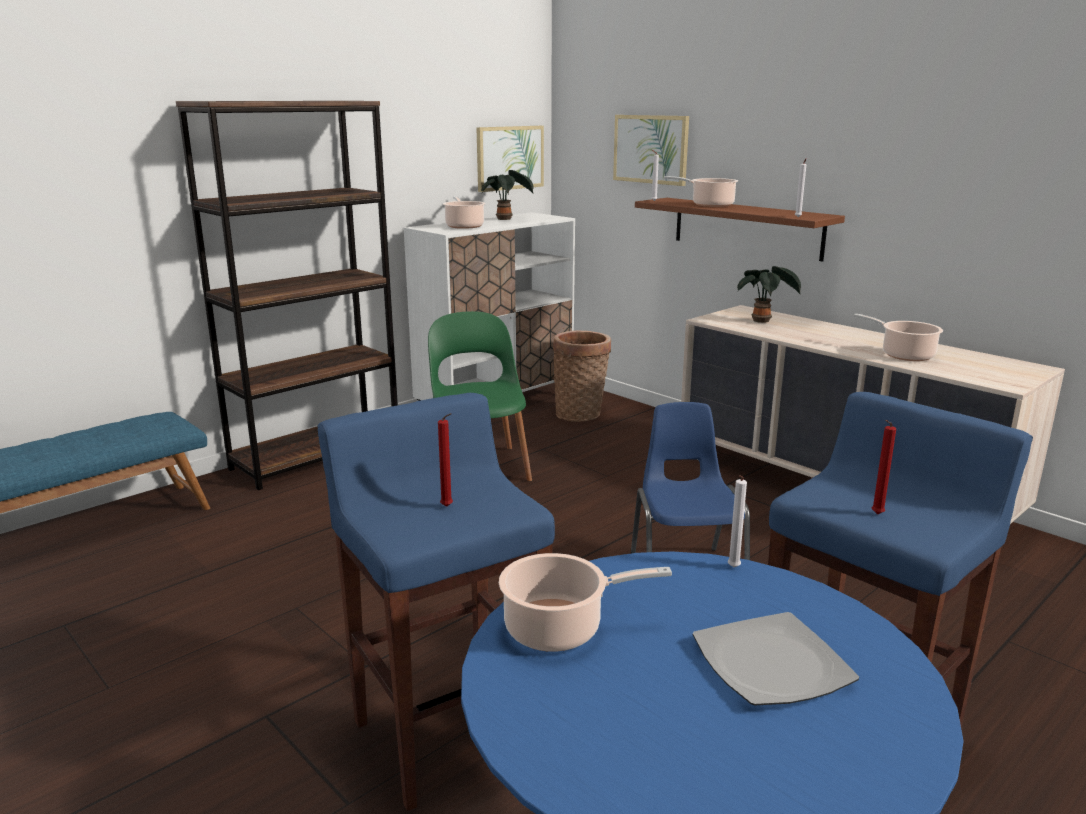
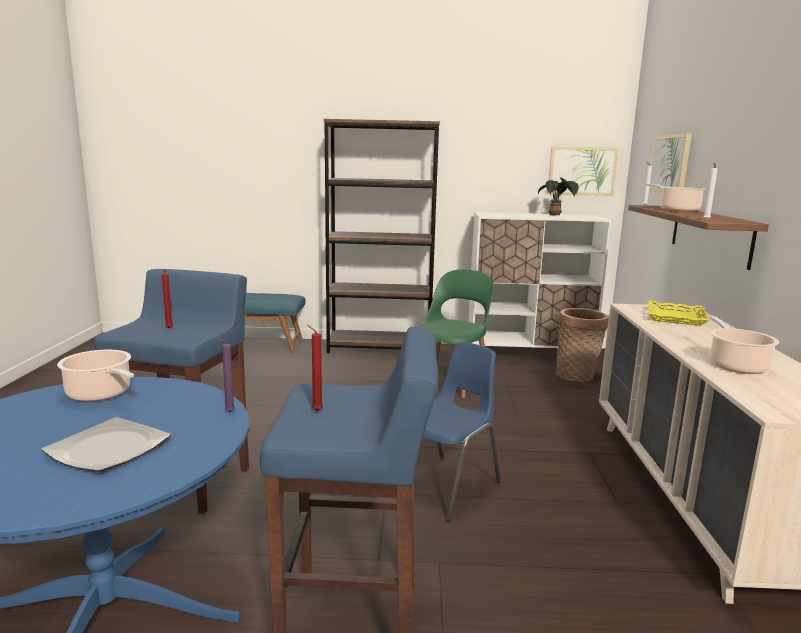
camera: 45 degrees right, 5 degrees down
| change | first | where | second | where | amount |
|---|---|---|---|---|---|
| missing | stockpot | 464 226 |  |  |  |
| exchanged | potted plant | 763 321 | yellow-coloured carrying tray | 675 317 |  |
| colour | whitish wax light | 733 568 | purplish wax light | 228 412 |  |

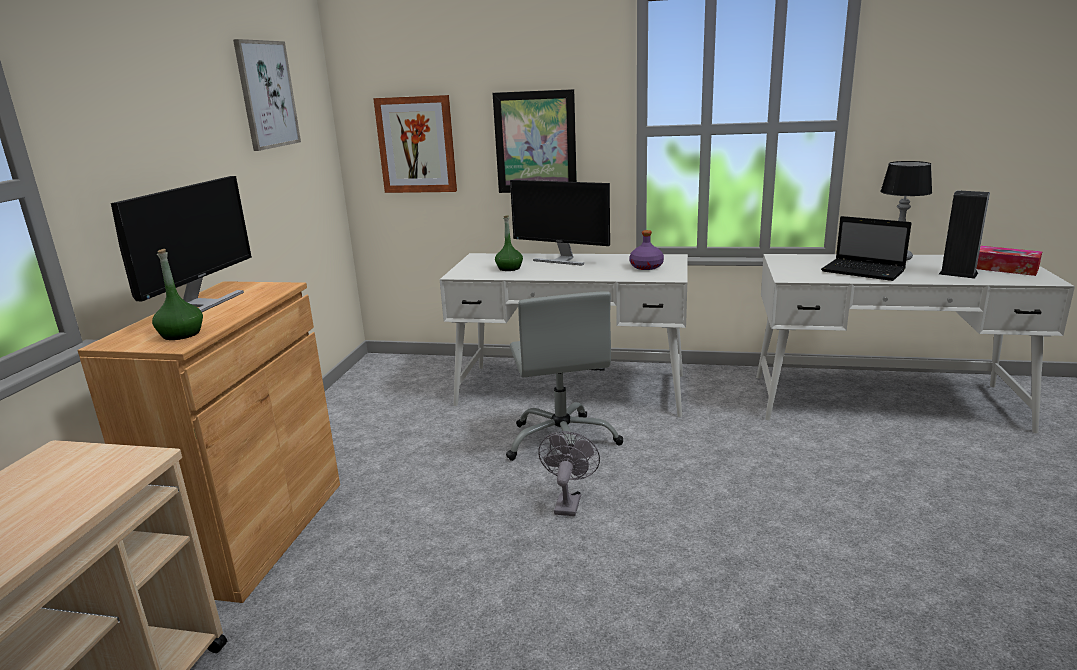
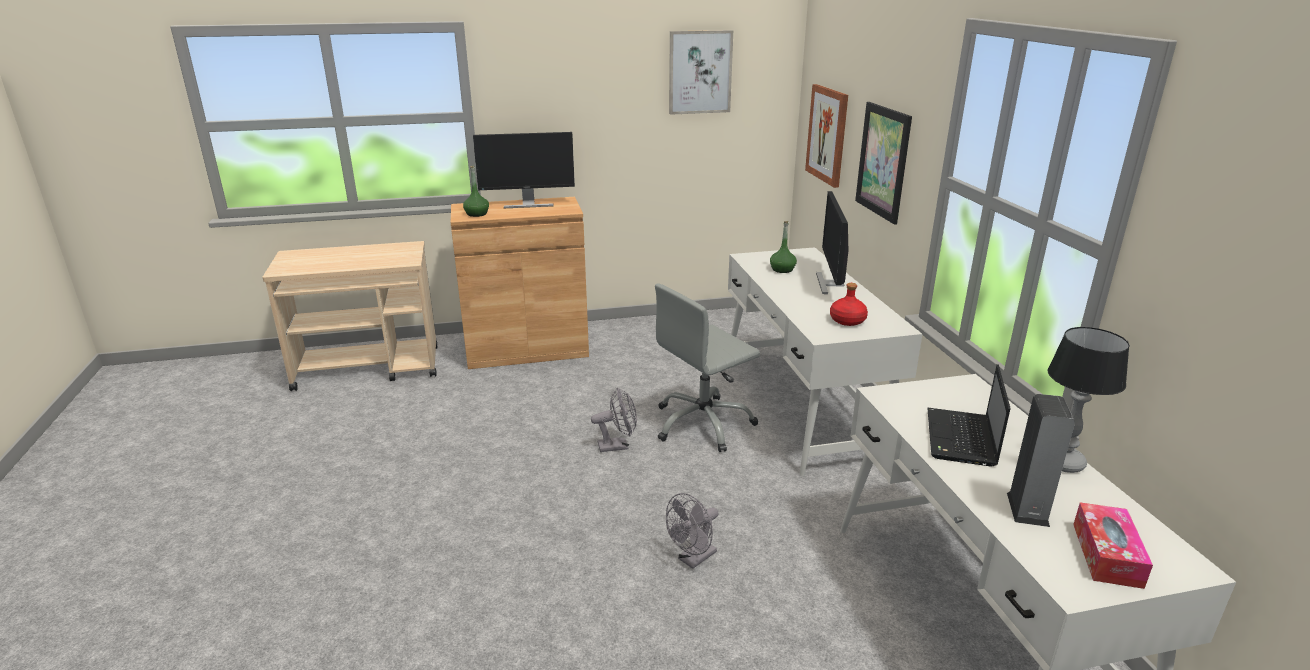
camera: 65 degrees right, 5 degrees up
| change | first | where | second | where | amount |
|---|---|---|---|---|---|
| appeared |  |  | greyish fan | 693 559 |  |
| colour | purplish drink bottle | 646 267 | red drink bottle | 847 320 |  |

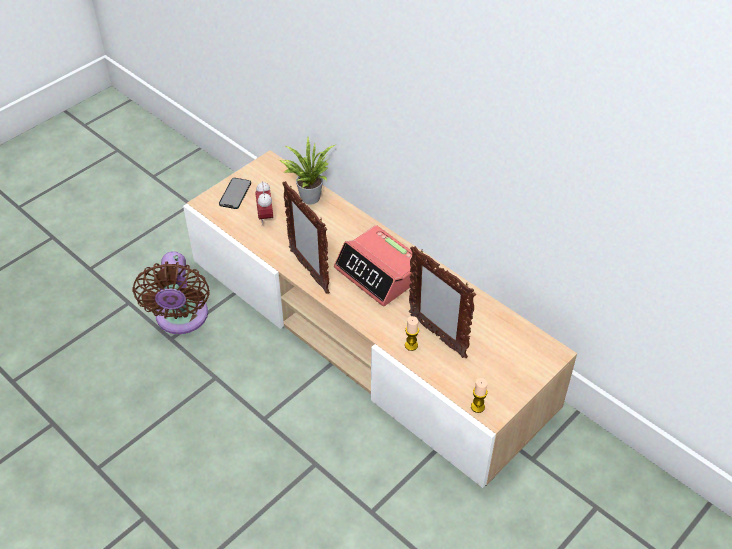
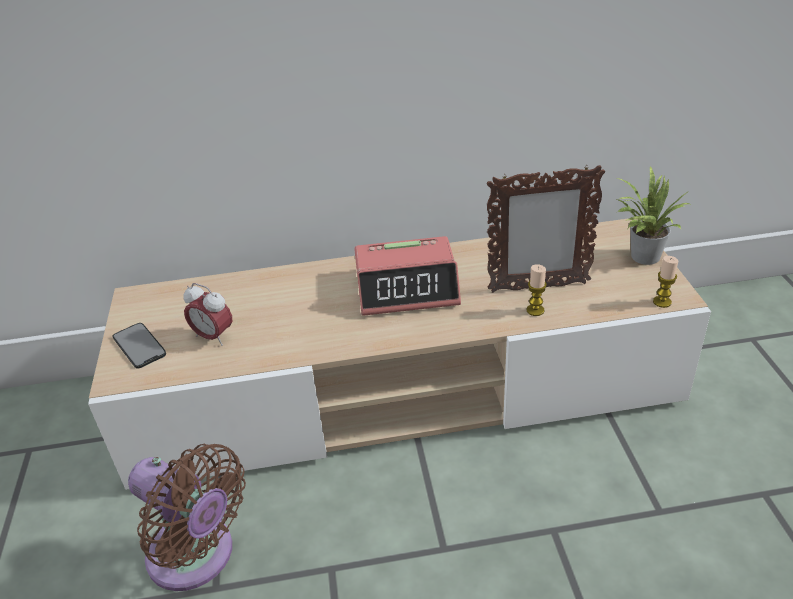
camera: 50 degrees left, 10 degrees down
| change | first | where | second | where | amount |
|---|---|---|---|---|---|
| missing | photo frame | 309 271 |  |  |  |
| relocated | potted plant | 308 196 |  | 641 257 |  |

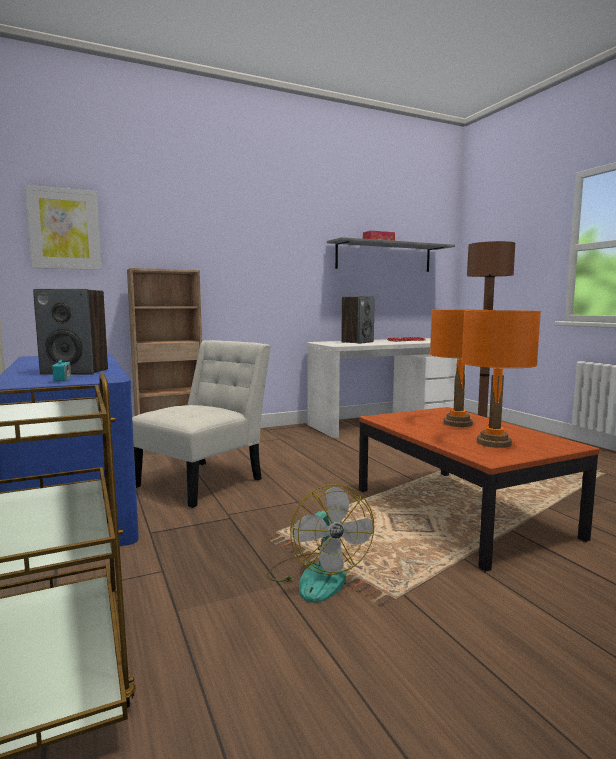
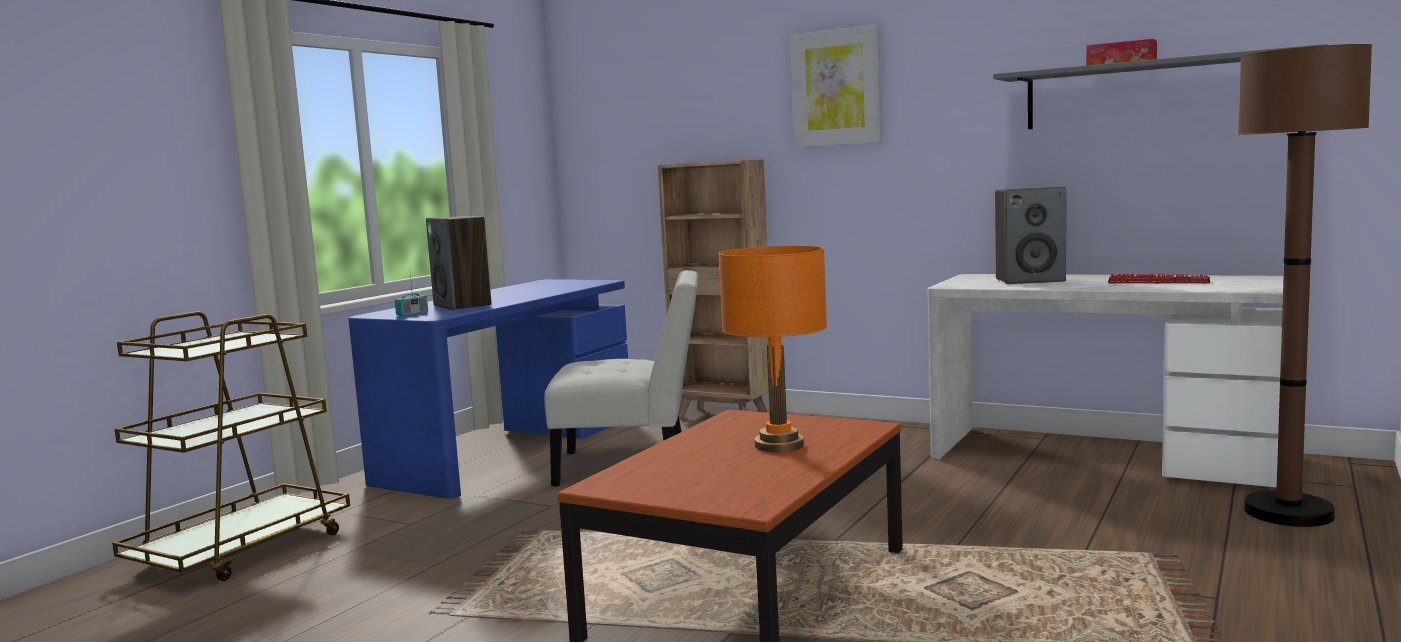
camera: 55 degrees right, 0 degrees up
| change | first | where | second | where | amount |
|---|---|---|---|---|---|
| missing | fan | 317 576 |  |  |  |
| missing | orange-coloured lamp for a table | 494 443 |  |  |  |
| relocated | wall art | 64 229 |  | 836 88 |  |

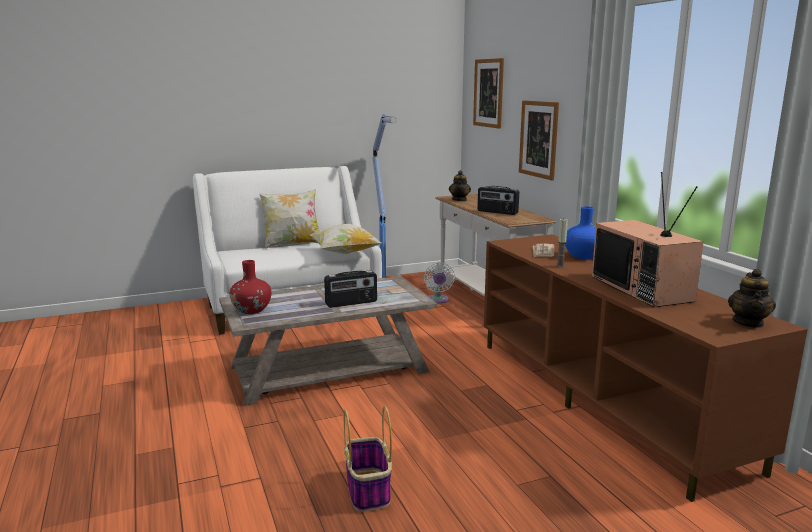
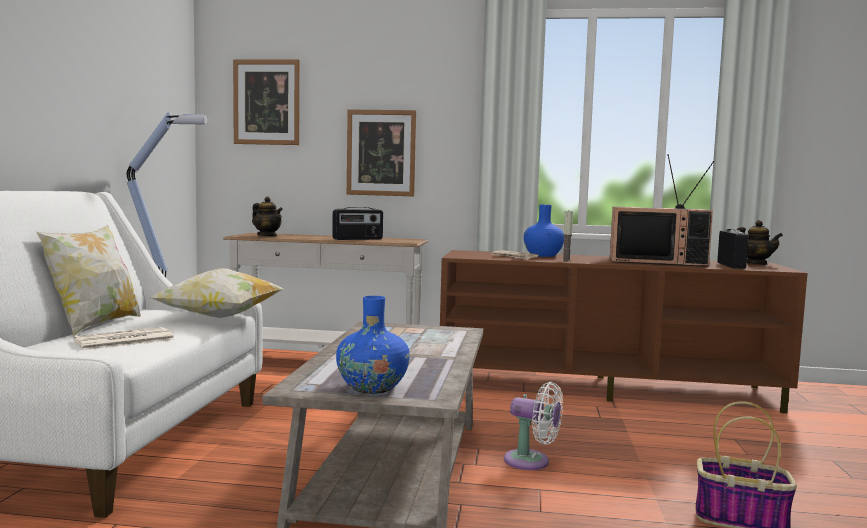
camera: 60 degrees left, 10 degrees down
| change | first | where | second | where | amount |
|---|---|---|---|---|---|
| appeared |  |  | daily paper | 123 340 |  |
| relocated | radio receiver | 351 303 |  | 731 265 |  |
| relocated | whitish fan | 438 300 |  | 531 462 |  |
| colour | red decorative vase | 252 310 | blue decorative vase | 372 387 |  |

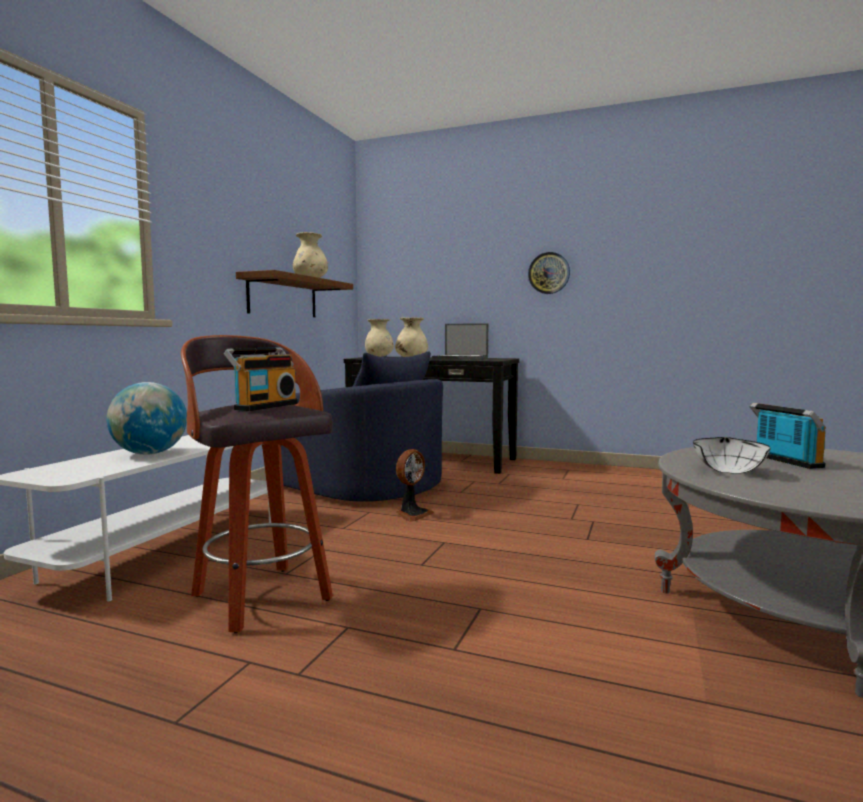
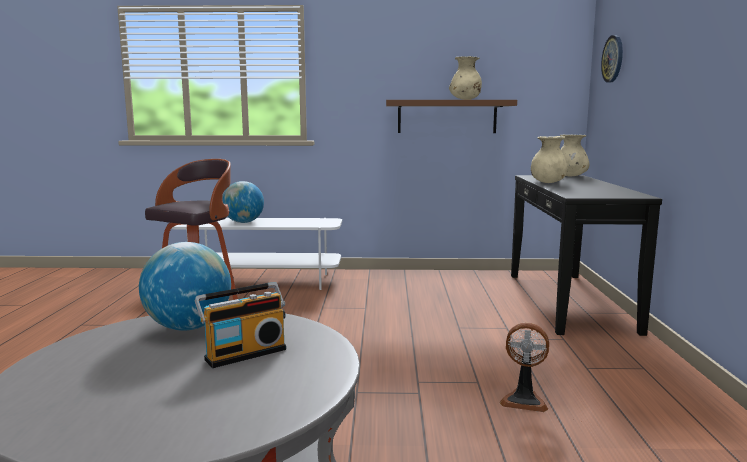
camera: 70 degrees right, 5 degrees up
| change | first | where | second | where | amount |
|---|---|---|---|---|---|
| missing | radio receiver | 264 406 |  |  |  |
| missing | blue lounge chair | 365 485 |  |  |  |
| missing | portable computer | 461 358 |  |  |  |
| relocated | fan | 412 514 |  | 524 400 |  |
| relocated | wall clock | 549 273 |  | 613 59 |  |
| exchanged | whitish bowl | 726 471 | globe | 188 327 |  |

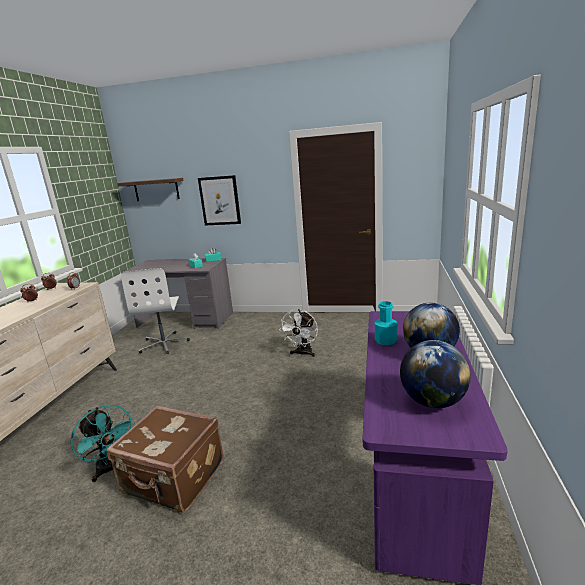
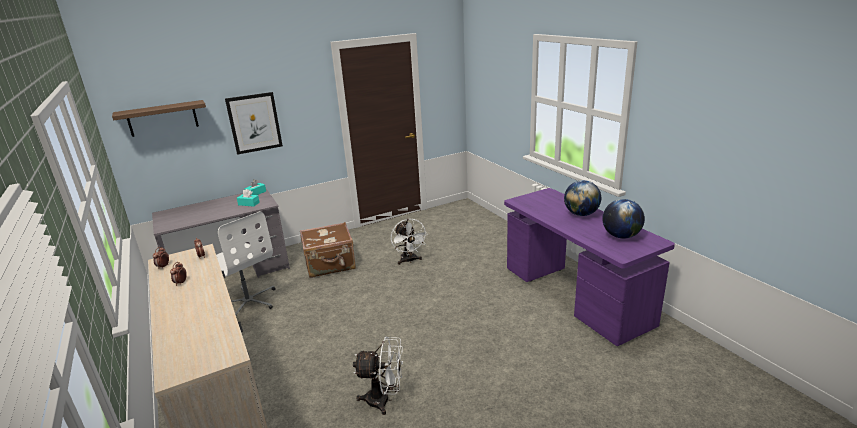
camera: 40 degrees left, 5 degrees up
| change | first | where | second | where | amount |
|---|---|---|---|---|---|
| missing | blue-green drink bottle | 385 341 |  |  |  |
| relocated | brown piece of luggage | 173 479 |  | 330 265 |  |
| colour | blue-green fan | 111 469 | whitish fan | 384 400 |  |

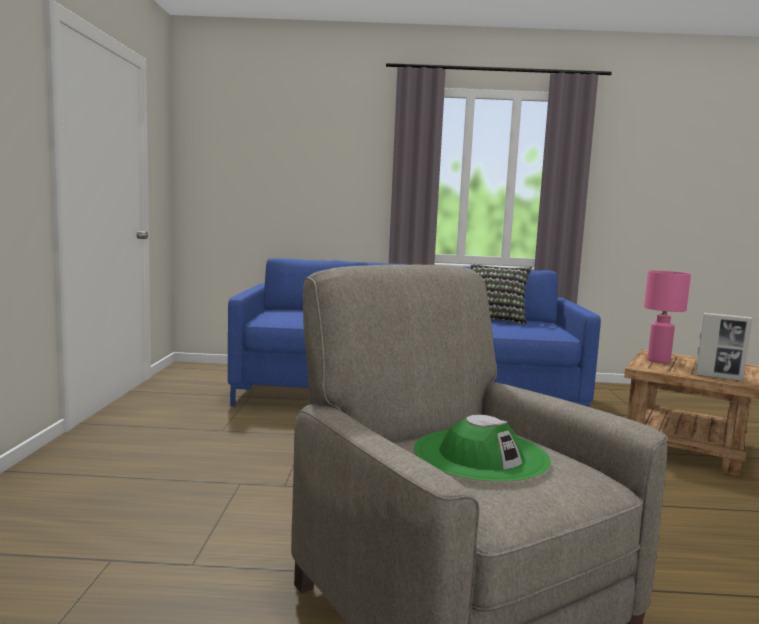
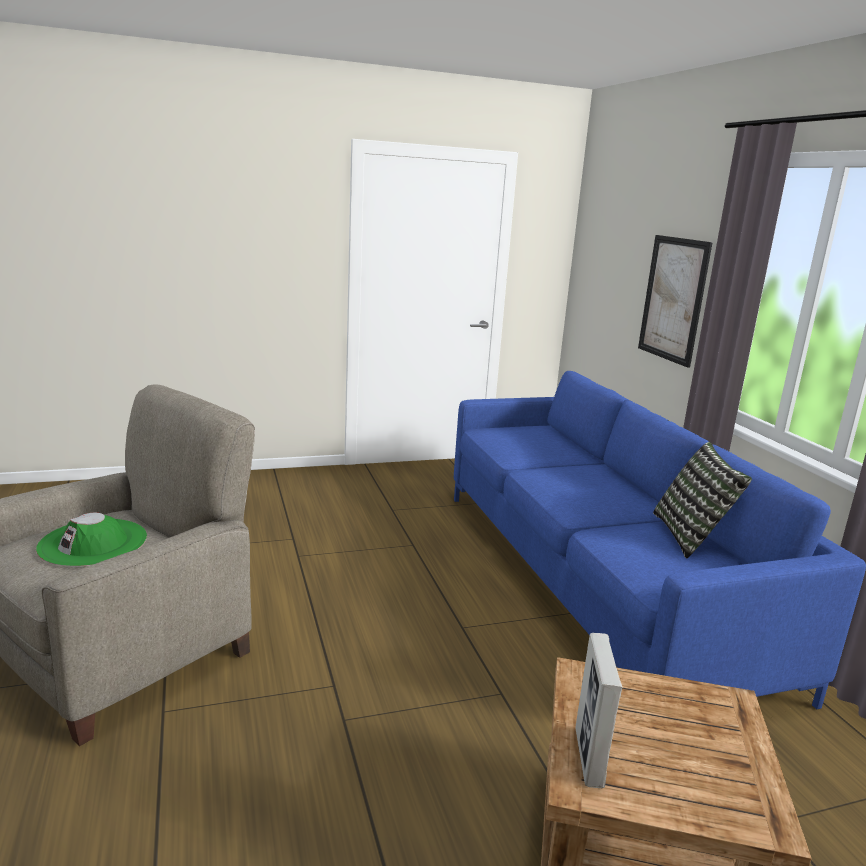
camera: 70 degrees right, 10 degrees up
| change | first | where | second | where | amount |
|---|---|---|---|---|---|
| missing | pinkish lamp for a table | 658 361 |  |  |  |
| appeared |  |  | wall art | 673 299 |  |

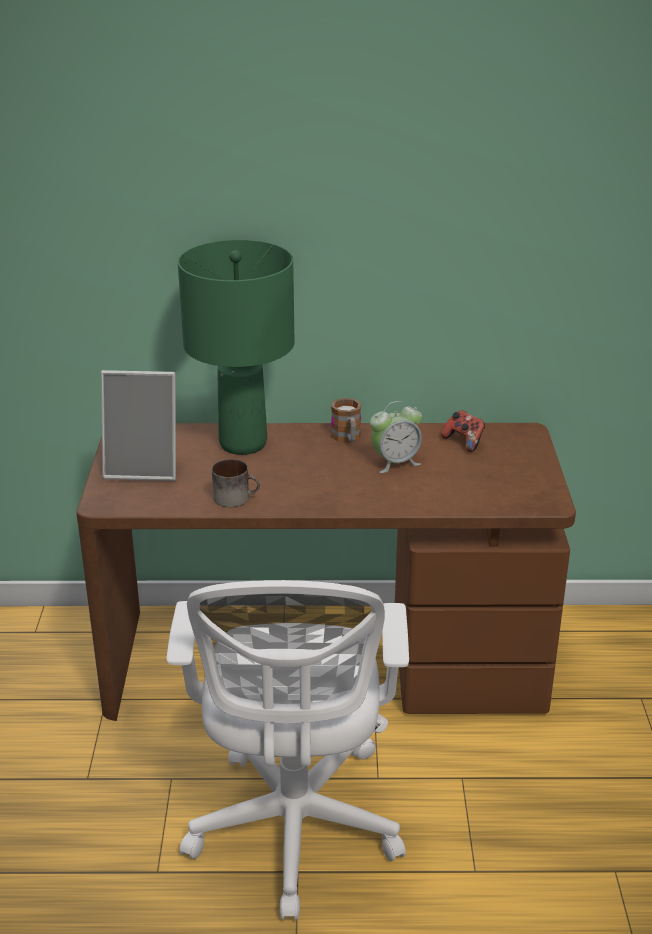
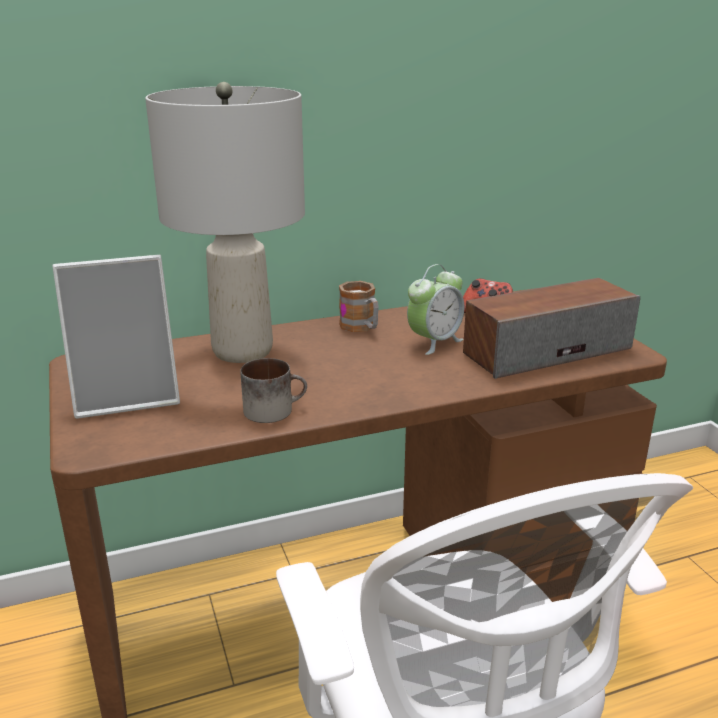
camera: 20 degrees left, 5 degrees down
| change | first | where | second | where | amount |
|---|---|---|---|---|---|
| appeared |  |  | audio speaker | 546 350 |  |
| colour | green-coloured lamp for a table | 242 444 | greyish lamp for a table | 242 351 |  |

